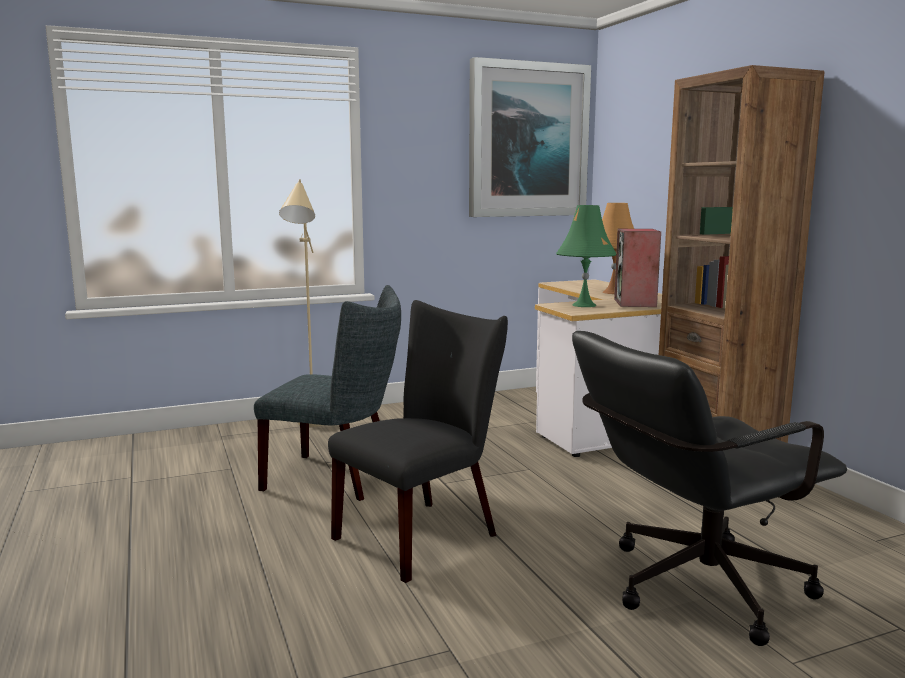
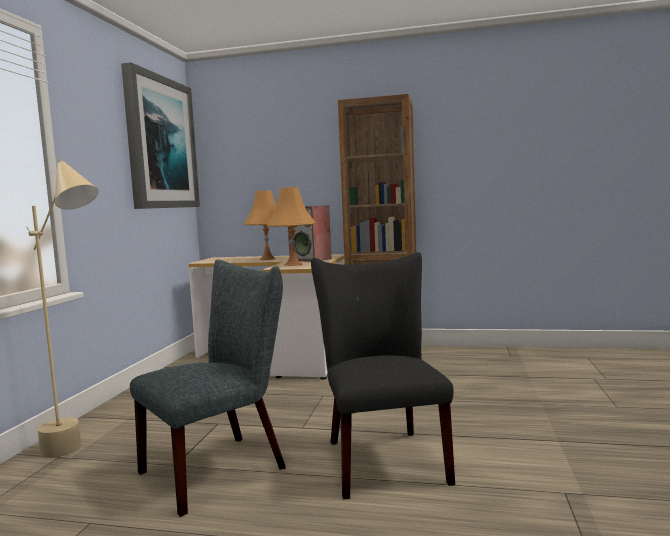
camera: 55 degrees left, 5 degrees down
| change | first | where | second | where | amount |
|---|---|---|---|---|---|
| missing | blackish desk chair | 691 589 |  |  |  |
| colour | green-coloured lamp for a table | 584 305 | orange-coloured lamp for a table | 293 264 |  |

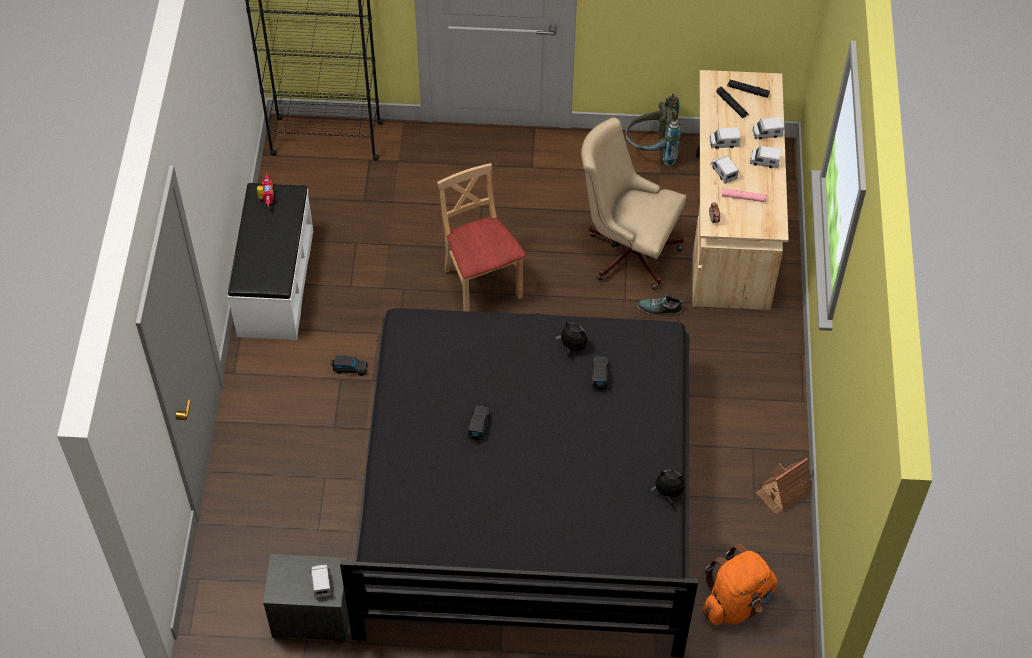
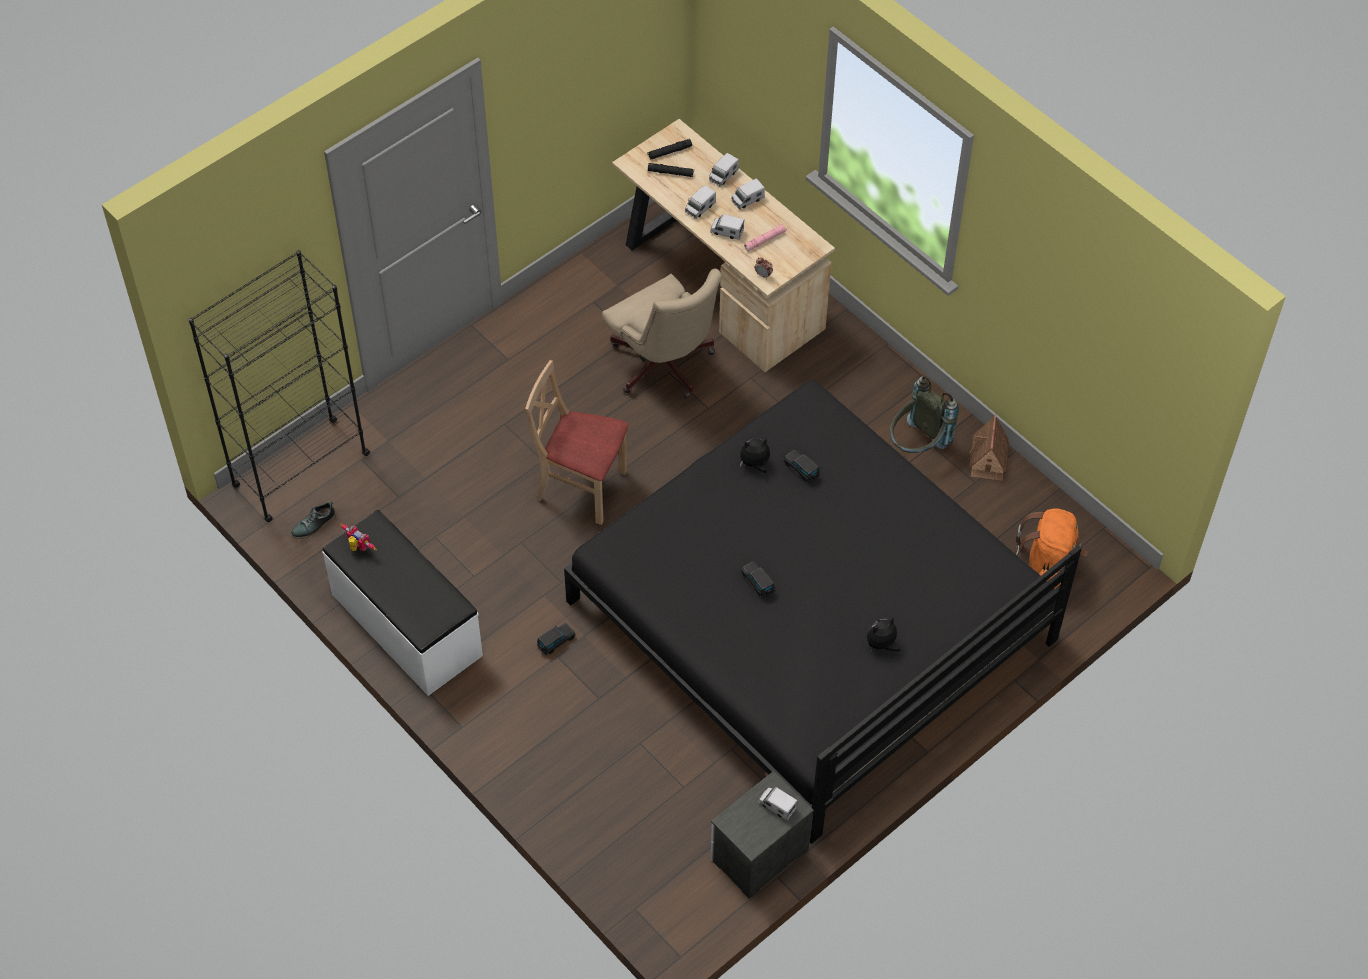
camera: 45 degrees left, 0 degrees up
| change | first | where | second | where | amount |
|---|---|---|---|---|---|
| relocated | greyish backpack | 652 151 |  | 917 446 |  |
| relocated | shoe | 659 309 |  | 314 525 |  |
| relocated | cuddly toy | 668 493 |  | 881 645 |  |
| spun | beige-coloured desk chair | 627 250 |  | 664 367 | 105 degrees counterclockwise |

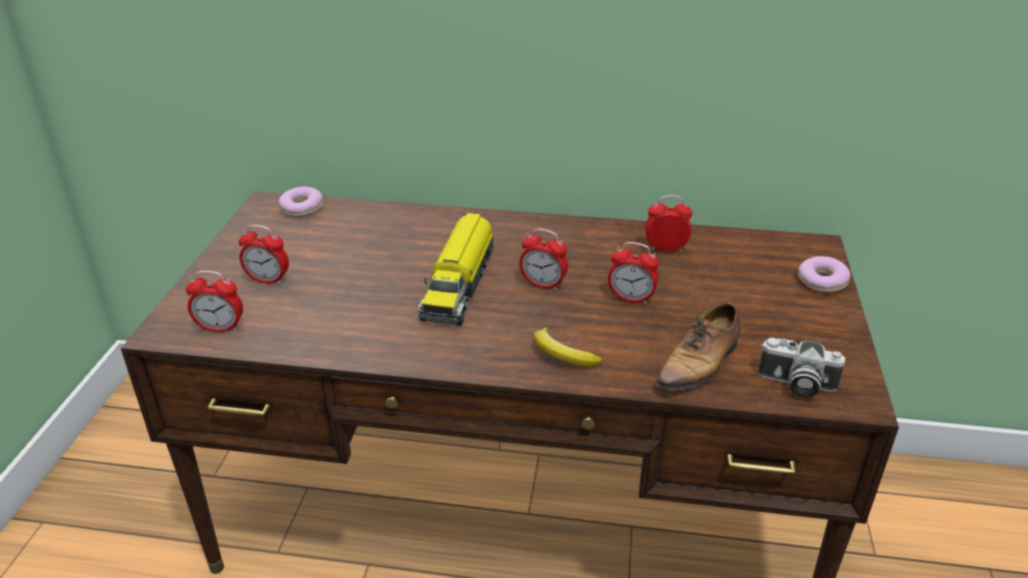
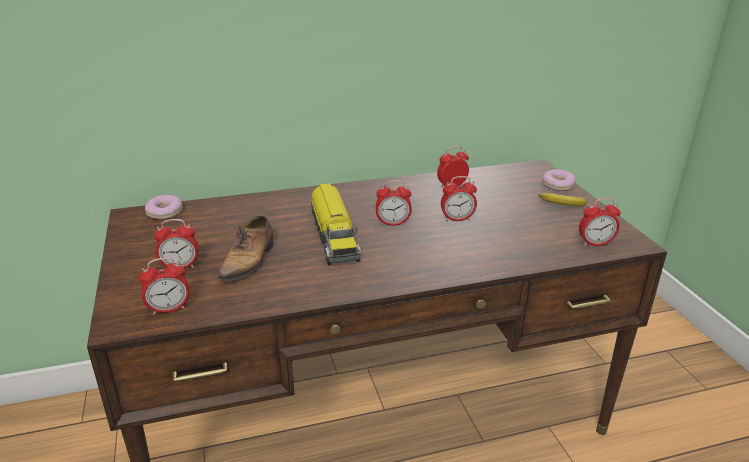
camera: 25 degrees left, 5 degrees down
| change | first | where | second | where | amount |
|---|---|---|---|---|---|
| relocated | banana fruit | 562 355 |  | 561 205 |  |
| relocated | shoe | 699 364 |  | 249 261 |  |
| exchanged | photo camera | 795 385 | bedside clock | 595 243 |  |

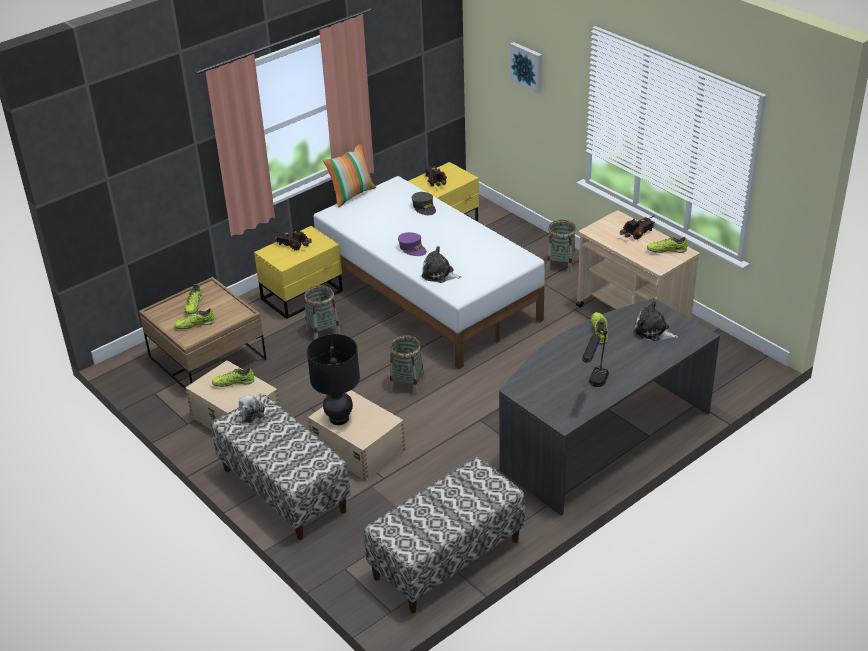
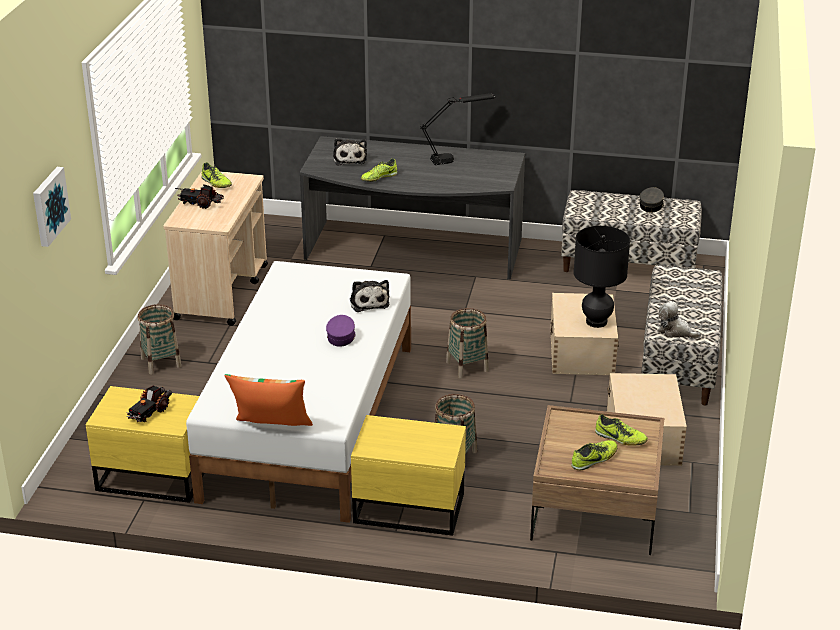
camera: 130 degrees left, 5 degrees down
| change | first | where | second | where | amount |
|---|---|---|---|---|---|
| missing | shoe | 233 382 |  |  |  |
| missing | model truck | 293 245 |  |  |  |
| relocated | greyish peaked cap | 424 207 |  | 651 205 |  |
| spun | cuddly toy | 253 413 |  | 675 331 | 120 degrees counterclockwise |

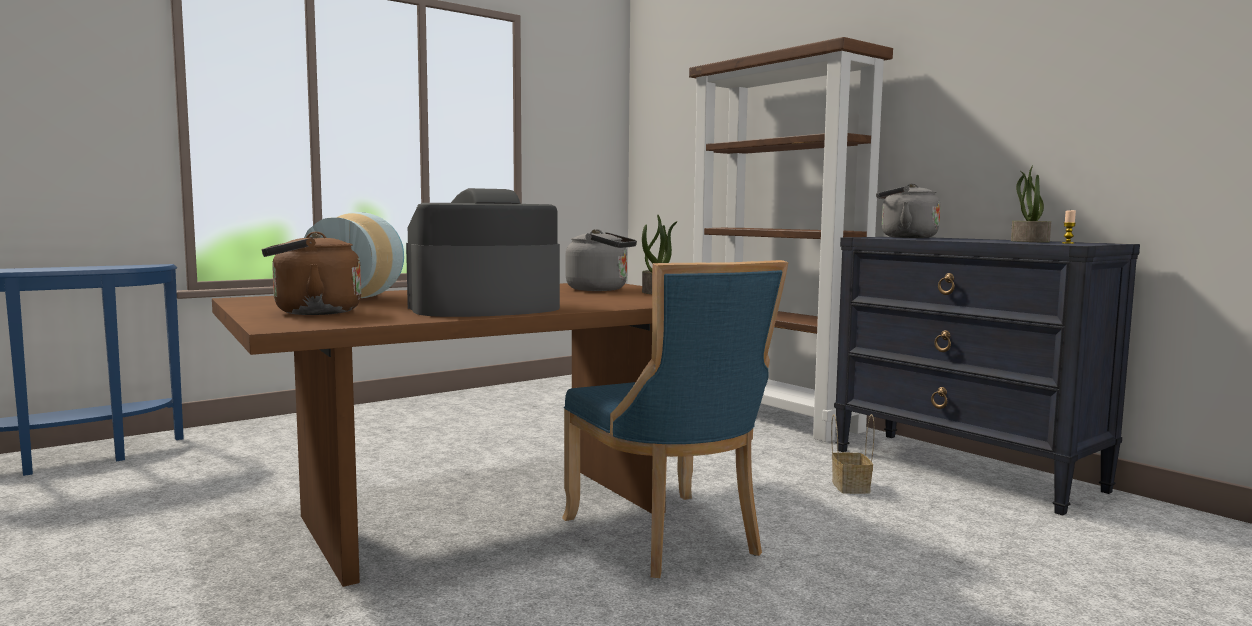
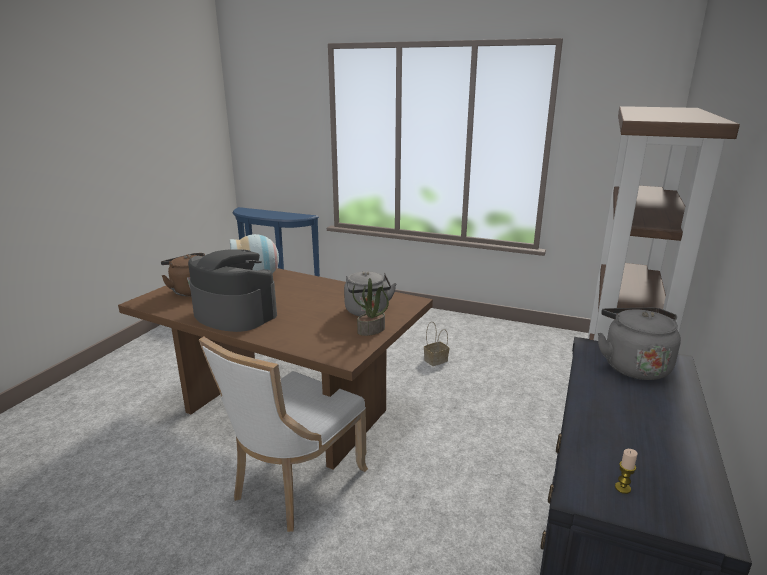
camera: 60 degrees right, 15 degrees up
| change | first | where | second | where | amount |
|---|---|---|---|---|---|
| missing | potted plant | 1028 241 |  |  |  |
| relocated | basket | 849 486 |  | 436 360 |  |
| colour | blue upright chair | 668 537 | whitish upright chair | 294 484 |  |

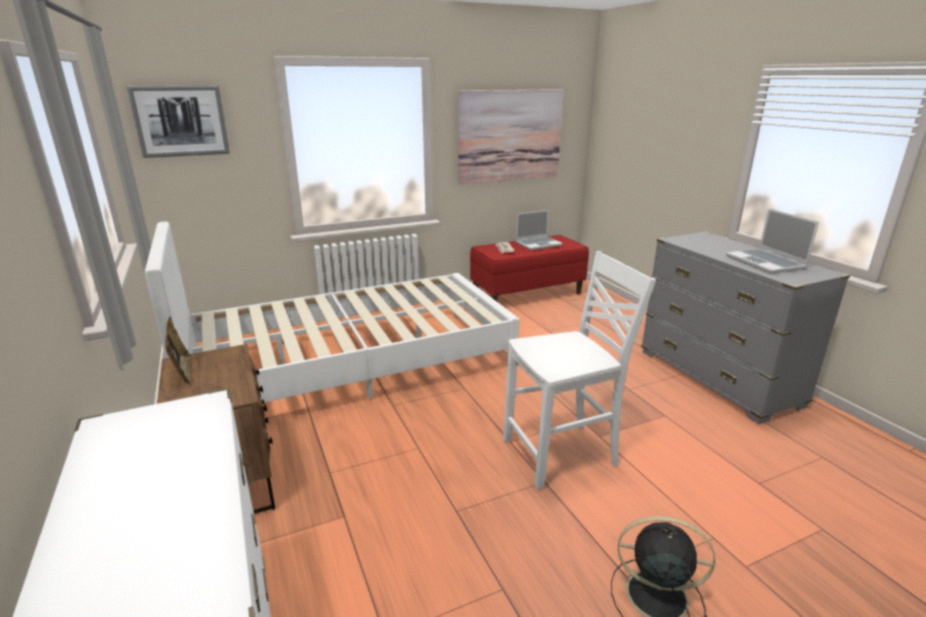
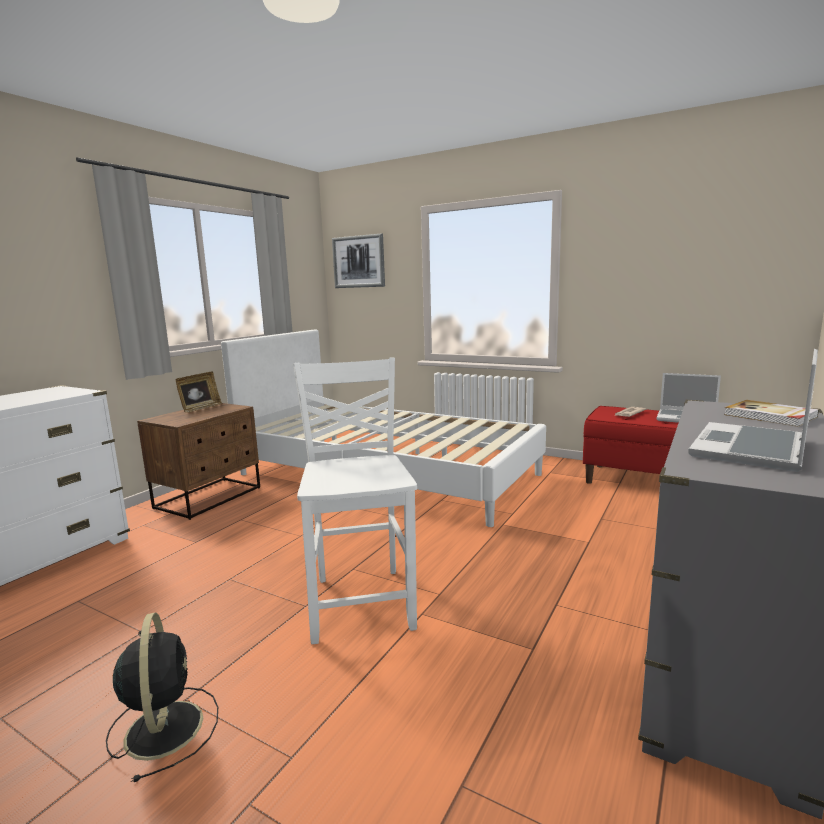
camera: 55 degrees right, 10 degrees down
| change | first | where | second | where | amount |
|---|---|---|---|---|---|
| missing | wall art | 510 136 |  |  |  |
| appeared |  |  | book | 770 416 |  |
| spun | whitish upright chair | 562 454 |  | 362 601 | 135 degrees counterclockwise |

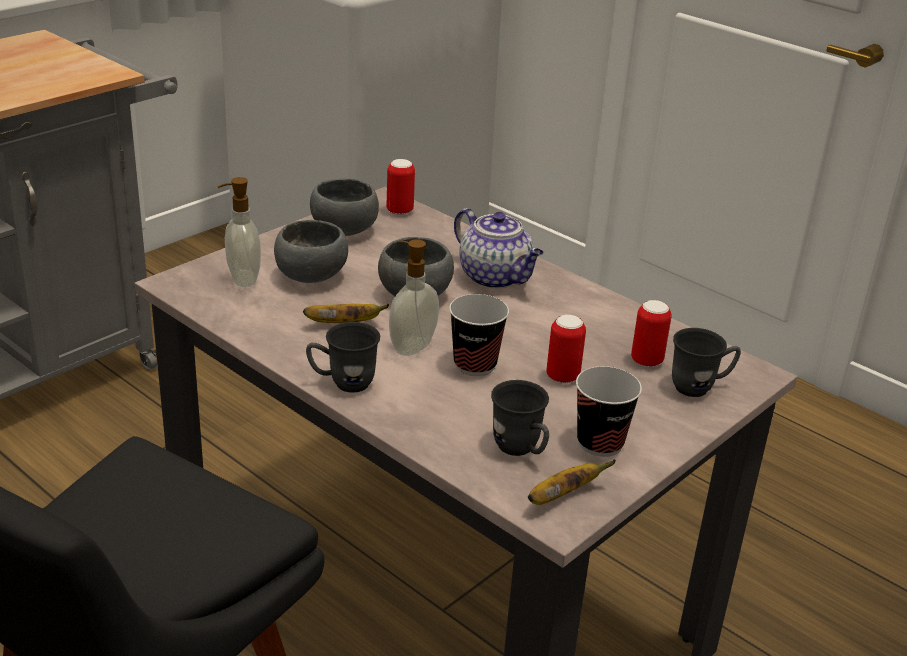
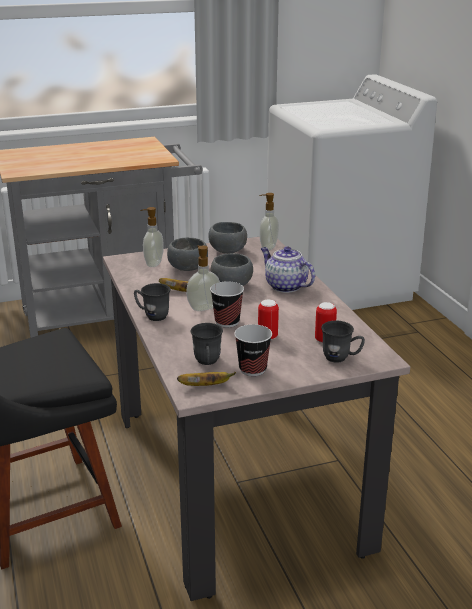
camera: 30 degrees right, 5 degrees down
| change | first | where | second | where | amount |
|---|---|---|---|---|---|
| exchanged | can | 399 211 | soap bottle | 267 247 |  |
| spun | teapot | 496 278 |  | 285 286 | 150 degrees clockwise |

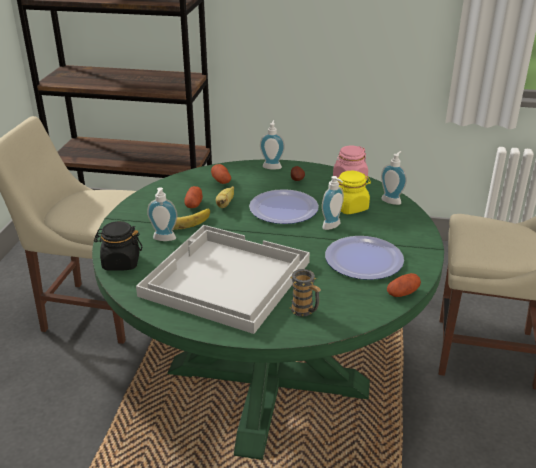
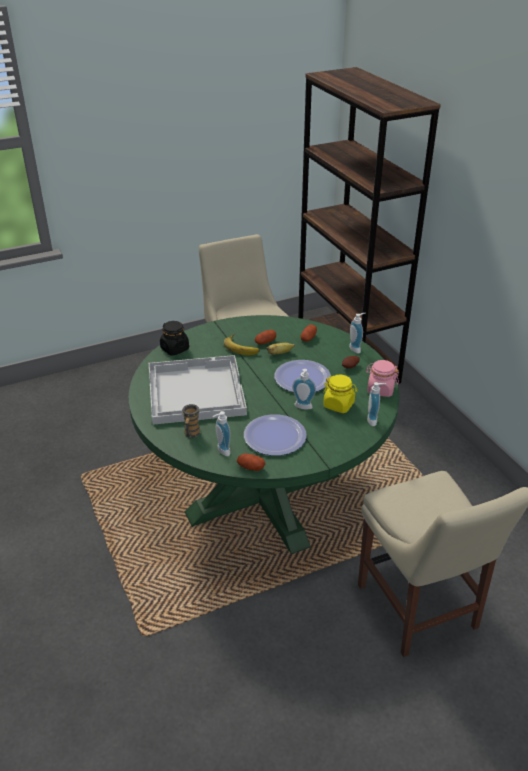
camera: 55 degrees right, 5 degrees up
| change | first | where | second | where | amount |
|---|---|---|---|---|---|
| relocated | soap bottle | 164 239 |  | 221 451 |  |

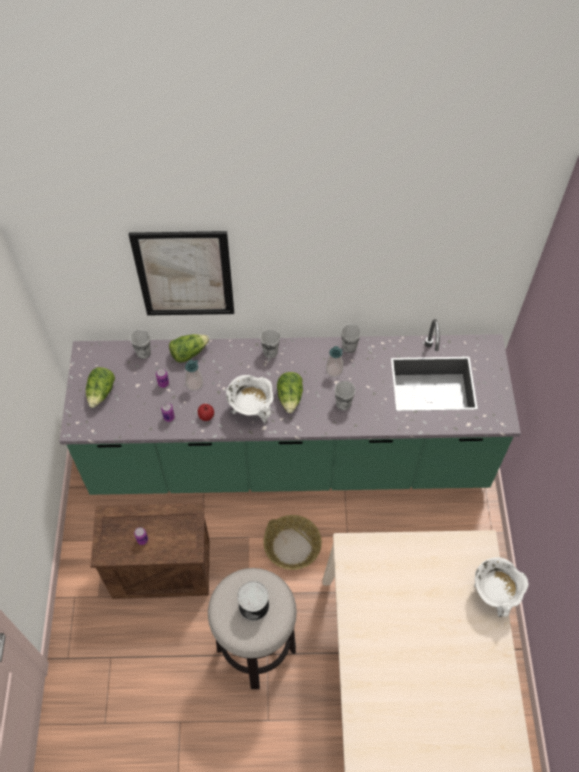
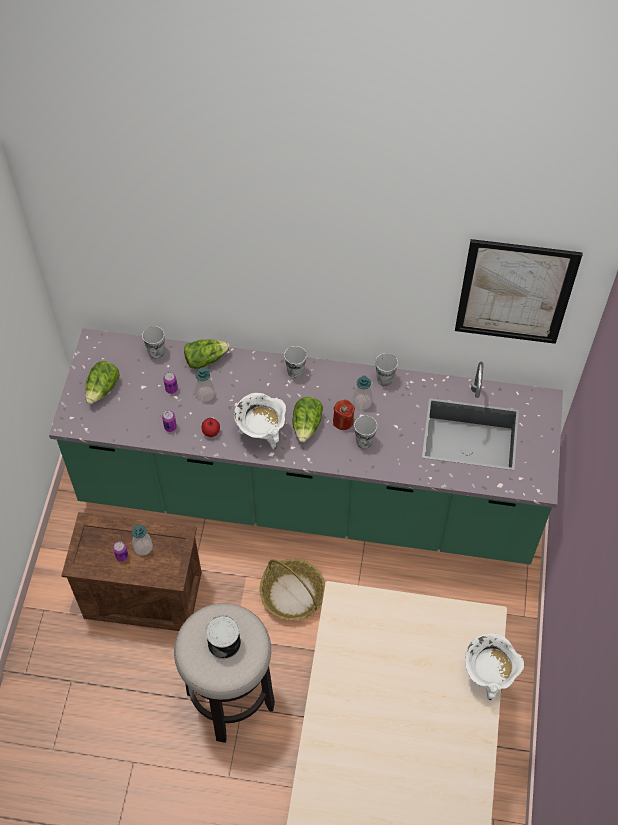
camera: 10 degrees right, 0 degrees up
| change | first | where | second | where | amount |
|---|---|---|---|---|---|
| appeared |  |  | soap bottle | 143 547 |  |
| appeared |  |  | red wax light | 343 421 |  |
| relocated | wall art | 184 274 |  | 515 292 |  |

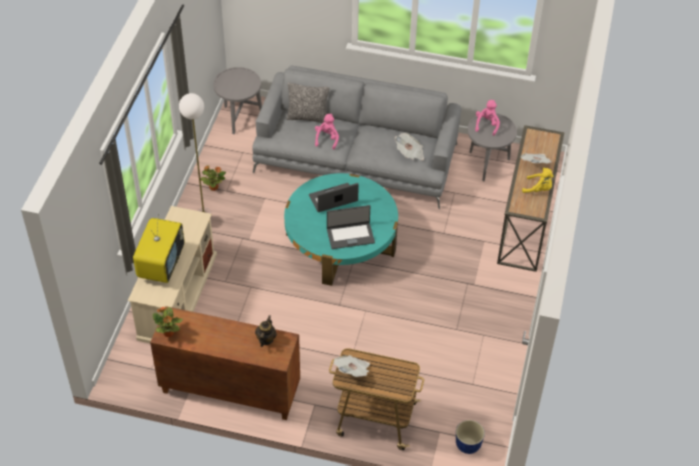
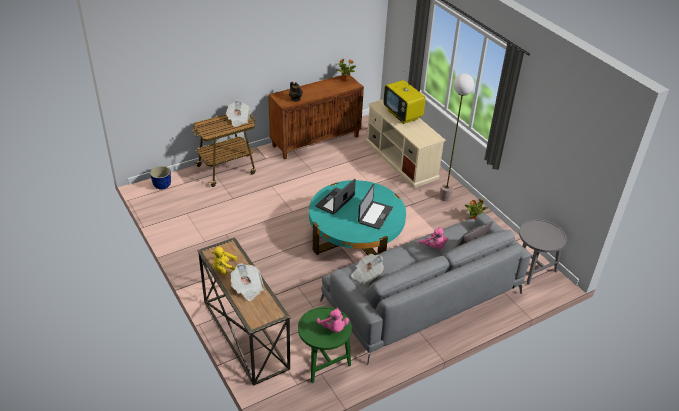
camera: 135 degrees right, 10 degrees down
| change | first | where | second | where | amount |
|---|---|---|---|---|---|
| colour | greyish accent table | 487 165 | green-coloured accent table | 323 362 |  |

